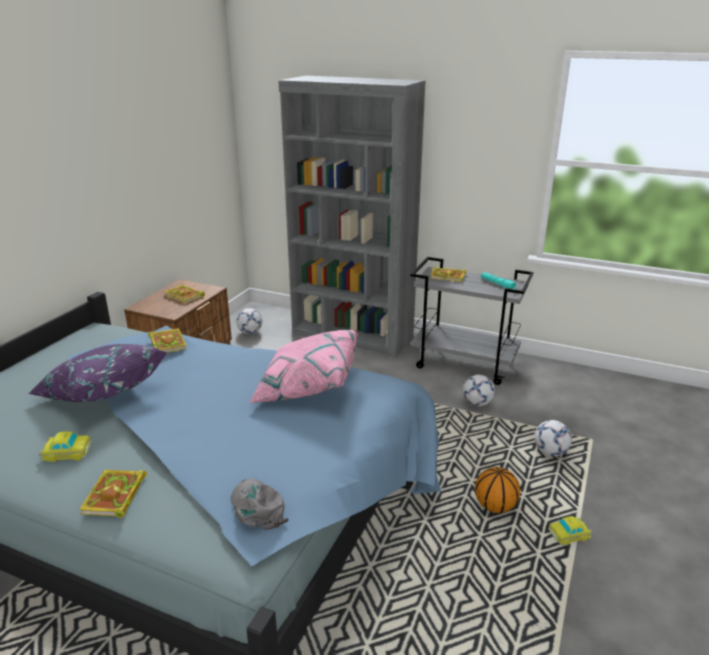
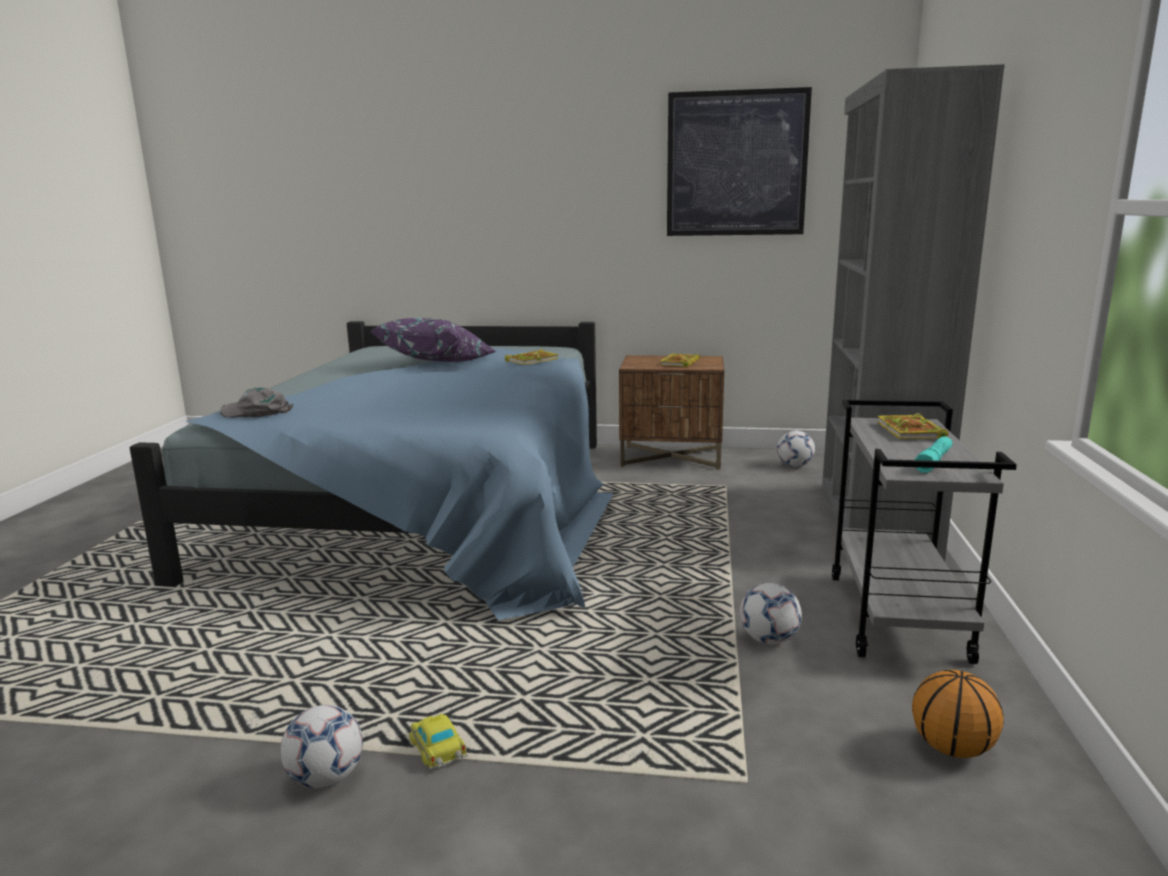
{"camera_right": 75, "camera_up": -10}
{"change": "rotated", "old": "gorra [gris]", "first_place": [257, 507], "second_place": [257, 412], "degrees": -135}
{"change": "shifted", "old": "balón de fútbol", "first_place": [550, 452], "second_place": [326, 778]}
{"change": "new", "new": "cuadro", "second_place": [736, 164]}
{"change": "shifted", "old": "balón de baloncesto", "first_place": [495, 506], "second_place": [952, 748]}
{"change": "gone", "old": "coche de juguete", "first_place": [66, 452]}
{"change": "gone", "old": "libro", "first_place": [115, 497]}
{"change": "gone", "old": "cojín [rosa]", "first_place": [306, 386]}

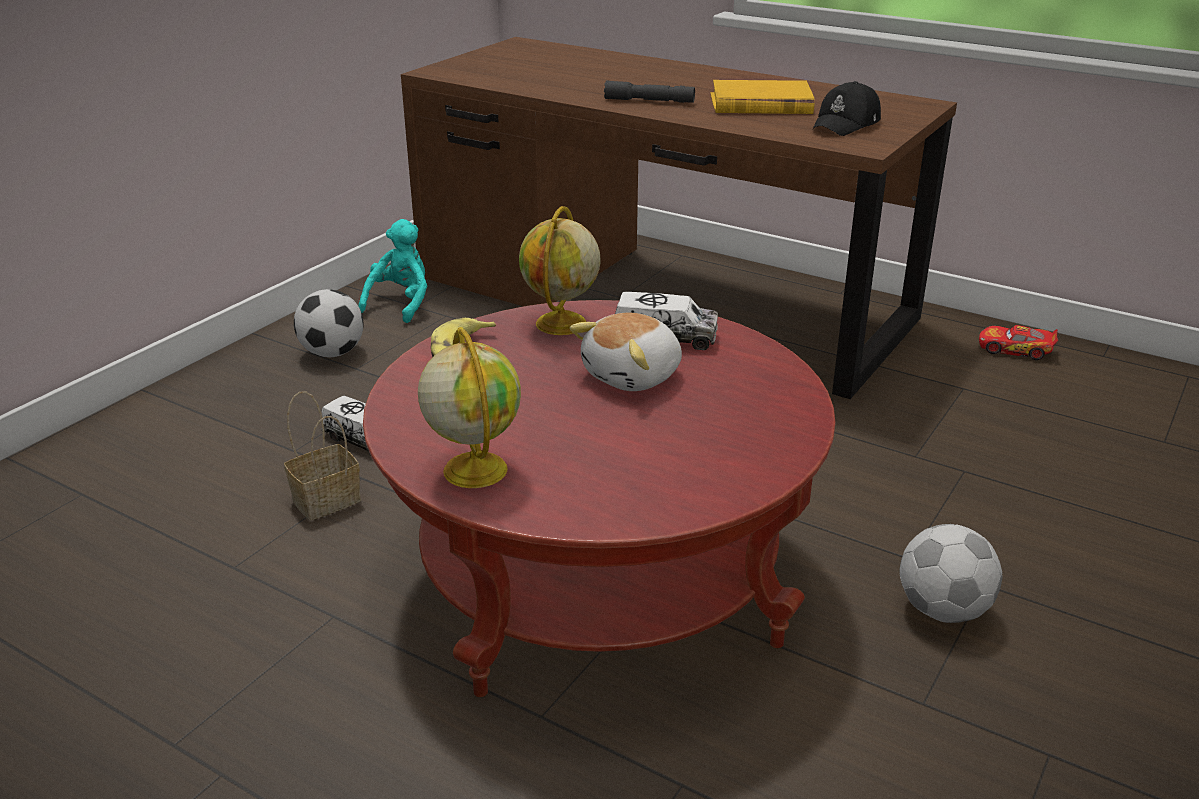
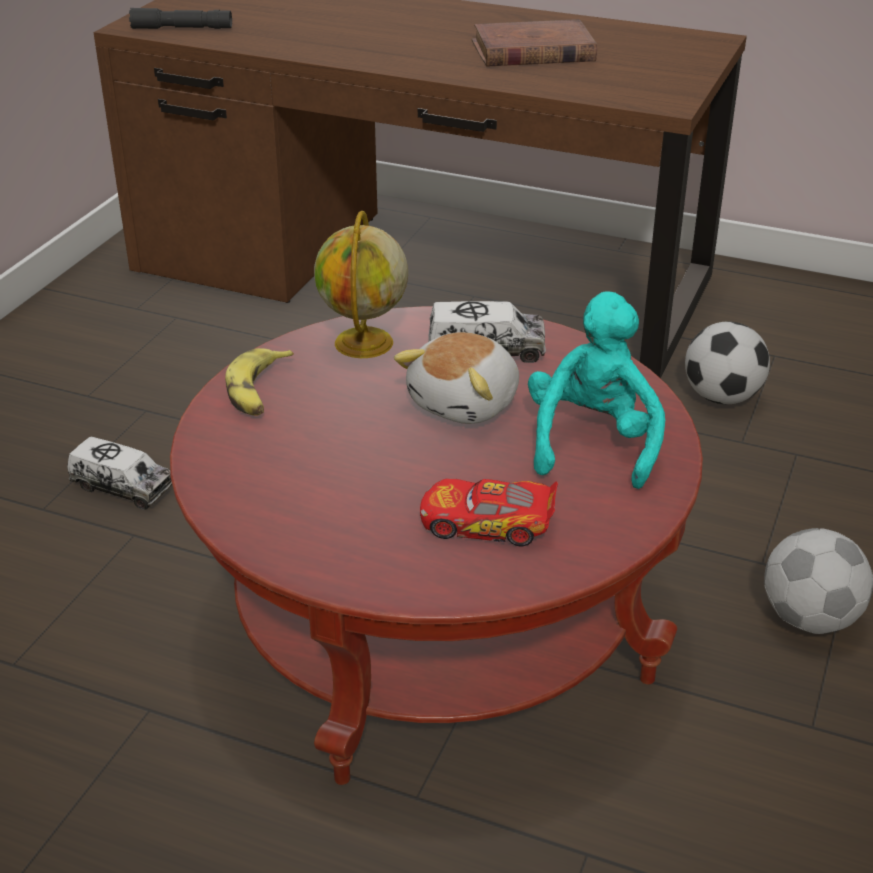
{"camera_right": -10, "camera_up": 5}
{"change": "shifted", "old": "linterna [gris]", "first_place": [649, 101], "second_place": [182, 28]}
{"change": "shifted", "old": "coche de juguete", "first_place": [1015, 349], "second_place": [487, 523]}
{"change": "repainted", "old": "libro [amarillo]", "new": "libro [marrón]", "first_place": [760, 104], "second_place": [532, 51]}
{"change": "shifted", "old": "peluche [turquesa]", "first_place": [401, 303], "second_place": [592, 443]}
{"change": "shifted", "old": "balón de fútbol", "first_place": [332, 353], "second_place": [721, 397]}
{"change": "gone", "old": "cesta", "first_place": [325, 501]}
{"change": "gone", "old": "globo terráqueo", "first_place": [474, 469]}
{"change": "gone", "old": "gorra [negro]", "first_place": [847, 124]}

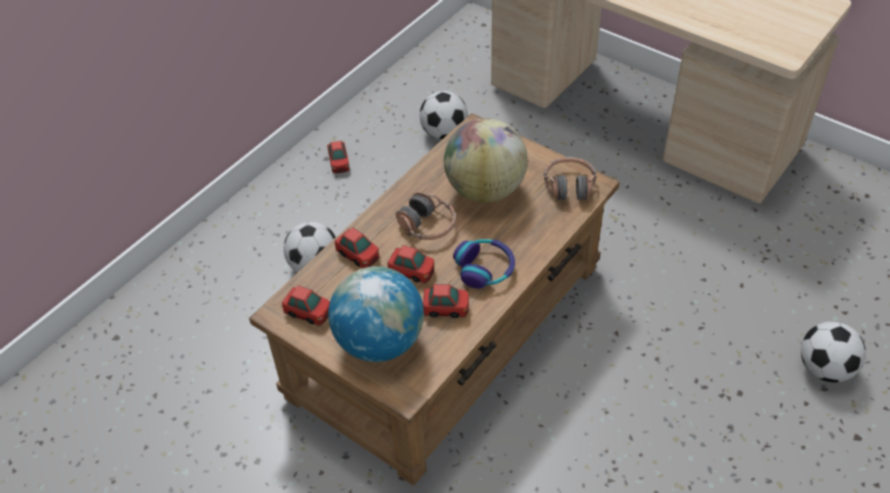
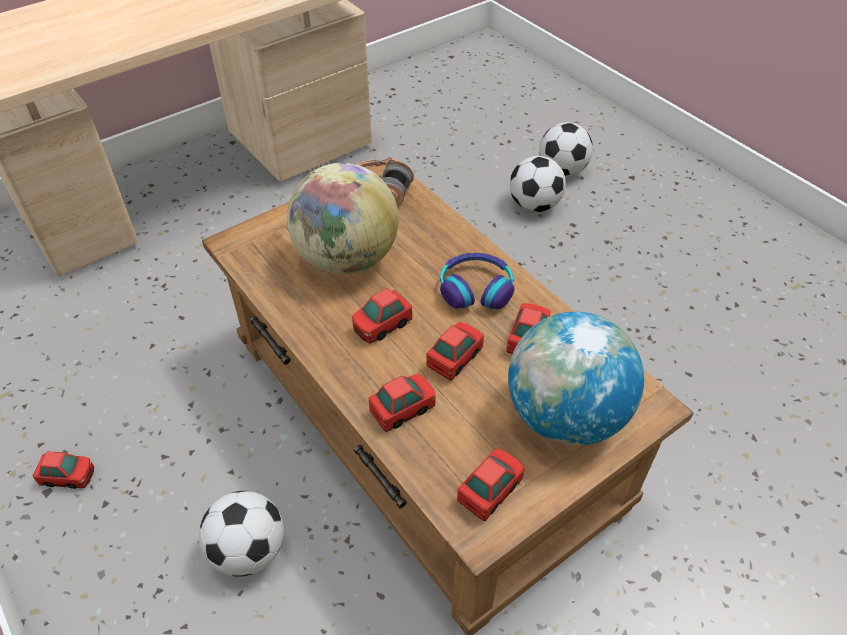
{"camera_right": -75, "camera_up": 0}
{"change": "swapped", "old": "auriculares", "new": "coche de juguete", "first_place": [427, 226], "second_place": [382, 325]}
{"change": "shifted", "old": "balón de fútbol", "first_place": [444, 133], "second_place": [534, 205]}

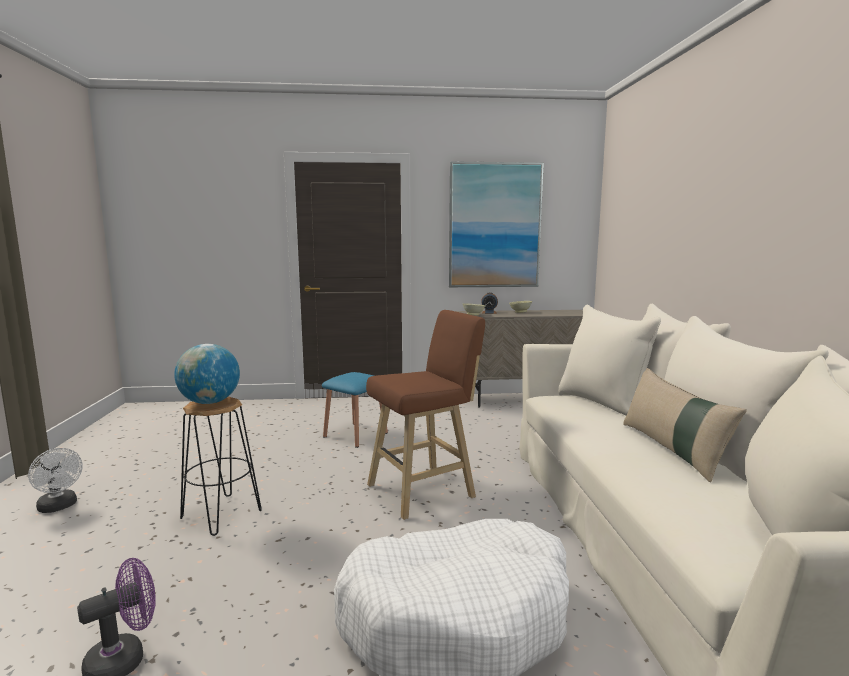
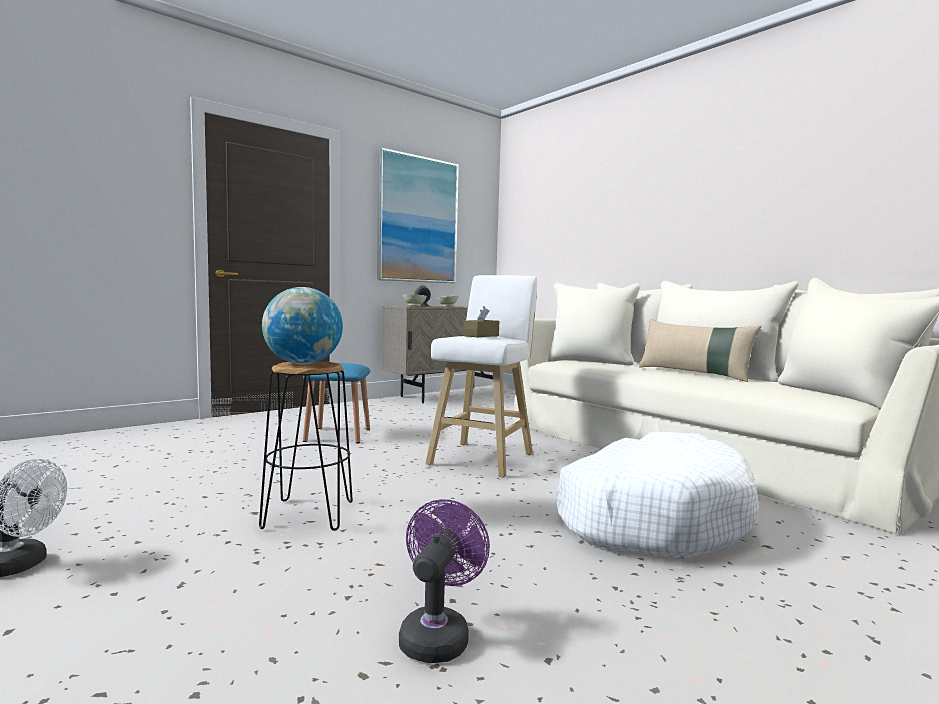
{"camera_right": -35, "camera_up": -5}
{"change": "repainted", "old": "taburete [marrón]", "new": "taburete [blanco]", "first_place": [425, 490], "second_place": [483, 458]}
{"change": "new", "new": "caja de pañuelos [marrón]", "second_place": [481, 336]}

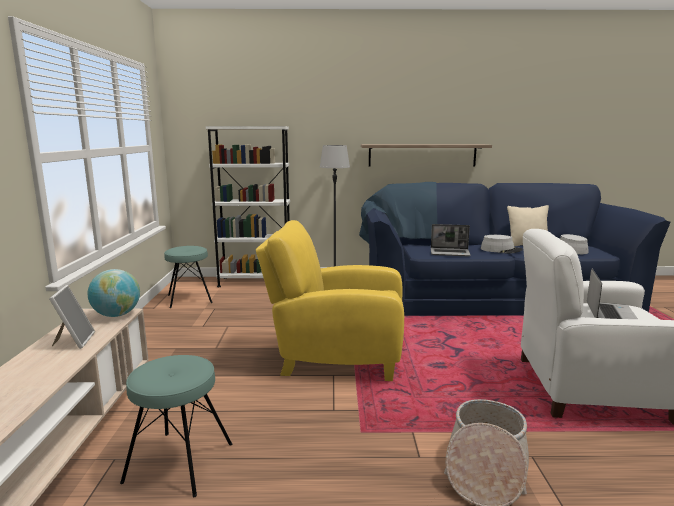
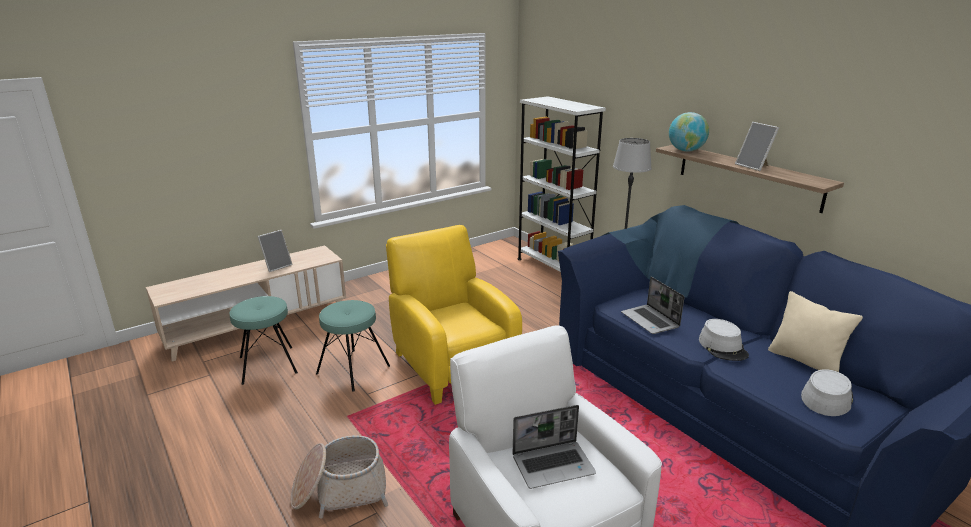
{"camera_right": 55, "camera_up": 10}
{"change": "shifted", "old": "taburete [turquesa]", "first_place": [189, 299], "second_place": [353, 370]}
{"change": "shifted", "old": "globo terráqueo", "first_place": [117, 315], "second_place": [686, 151]}
{"change": "new", "new": "portarretratos", "second_place": [754, 166]}

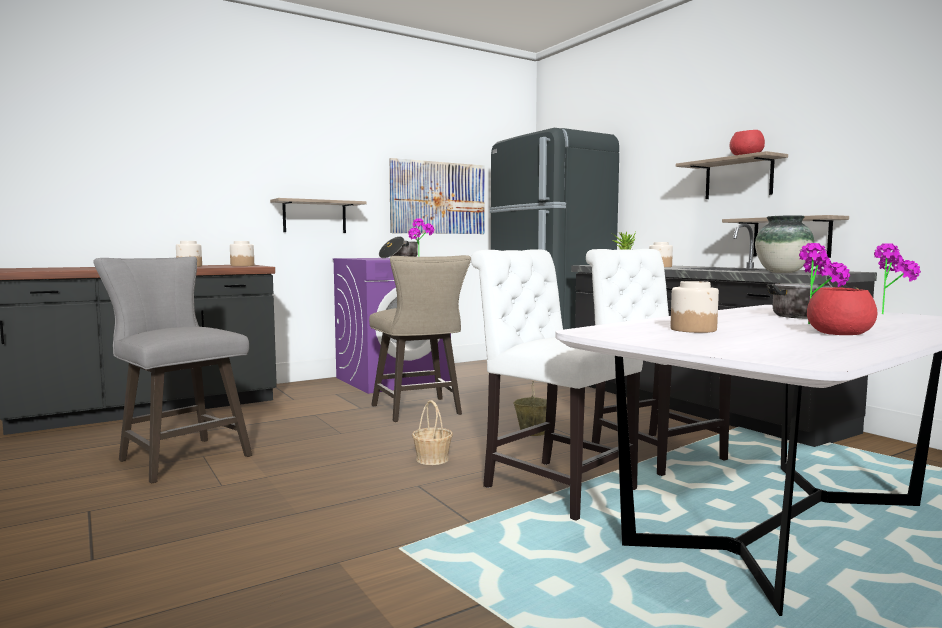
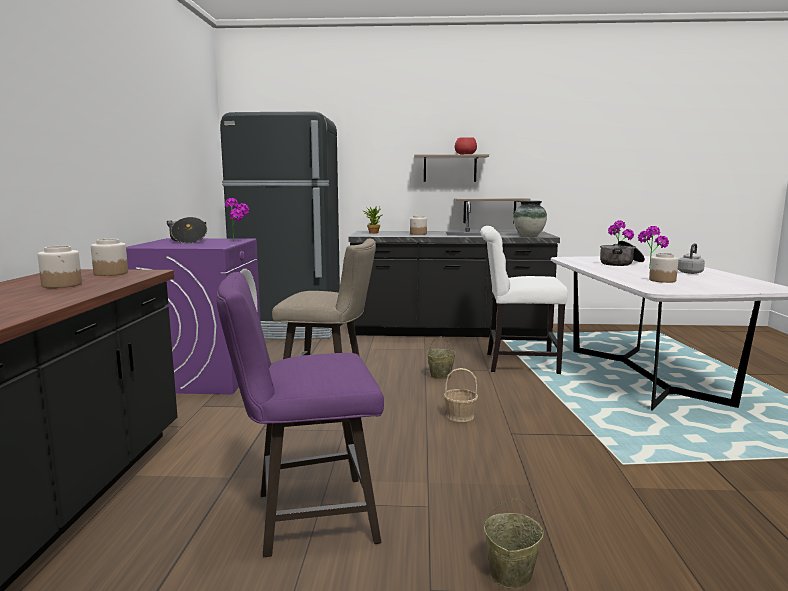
{"camera_right": -55, "camera_up": 5}
{"change": "repainted", "old": "taburete [gris]", "new": "taburete [morado]", "first_place": [179, 457], "second_place": [305, 517]}
{"change": "new", "new": "cubo [beis]", "second_place": [510, 575]}
{"change": "swapped", "old": "cuenco [rojo]", "new": "hervidor [gris]", "first_place": [838, 333], "second_place": [690, 272]}
{"change": "gone", "old": "estante", "first_place": [314, 217]}
{"change": "gone", "old": "cuadro", "first_place": [438, 198]}
{"change": "gone", "old": "silla [blanco]", "first_place": [552, 486]}

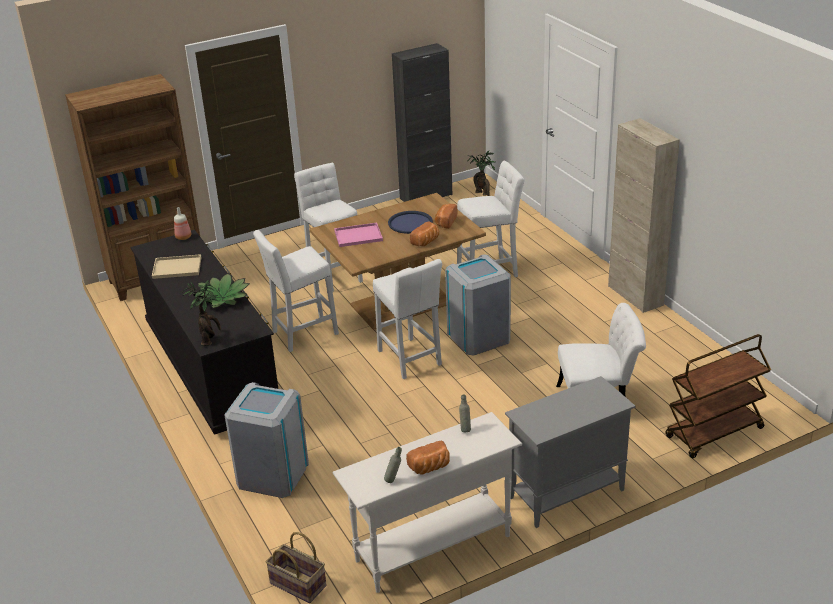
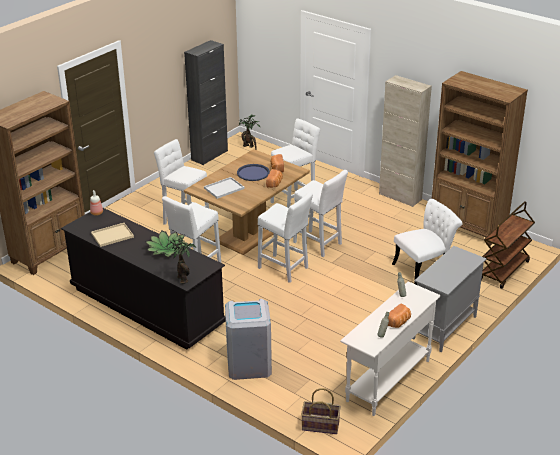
{"camera_right": -25, "camera_up": 0}
{"change": "repainted", "old": "bandeja [rosa]", "new": "bandeja [blanco]", "first_place": [359, 235], "second_place": [224, 188]}
{"change": "swapped", "old": "papelera [gris]", "new": "taburete [blanco]", "first_place": [478, 337], "second_place": [319, 244]}
{"change": "new", "new": "estantería [marrón]", "second_place": [468, 227]}

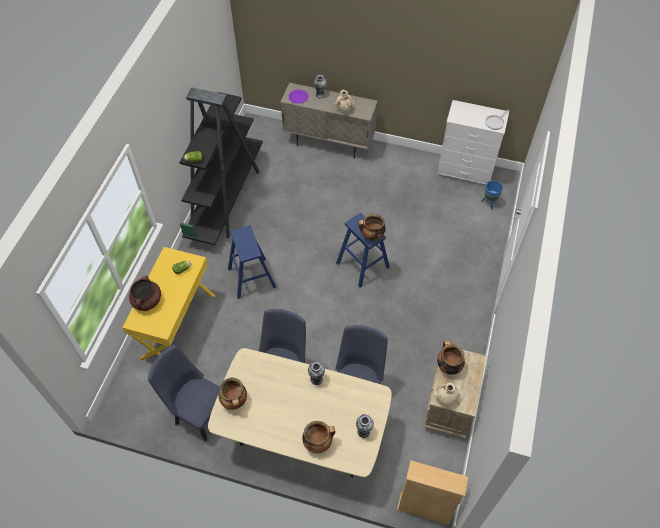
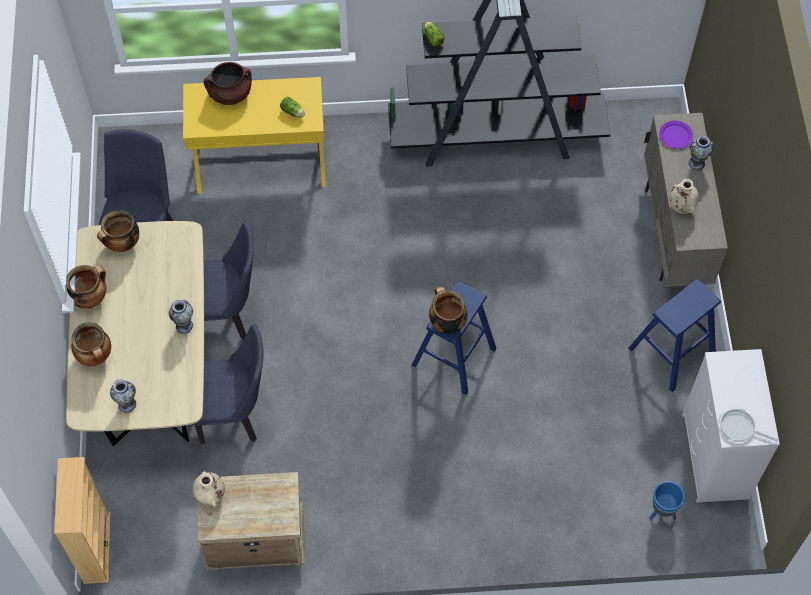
{"camera_right": 70, "camera_up": 5}
{"change": "shifted", "old": "olla", "first_place": [448, 366], "second_place": [90, 298]}
{"change": "shifted", "old": "taburete [azul]", "first_place": [252, 278], "second_place": [671, 353]}

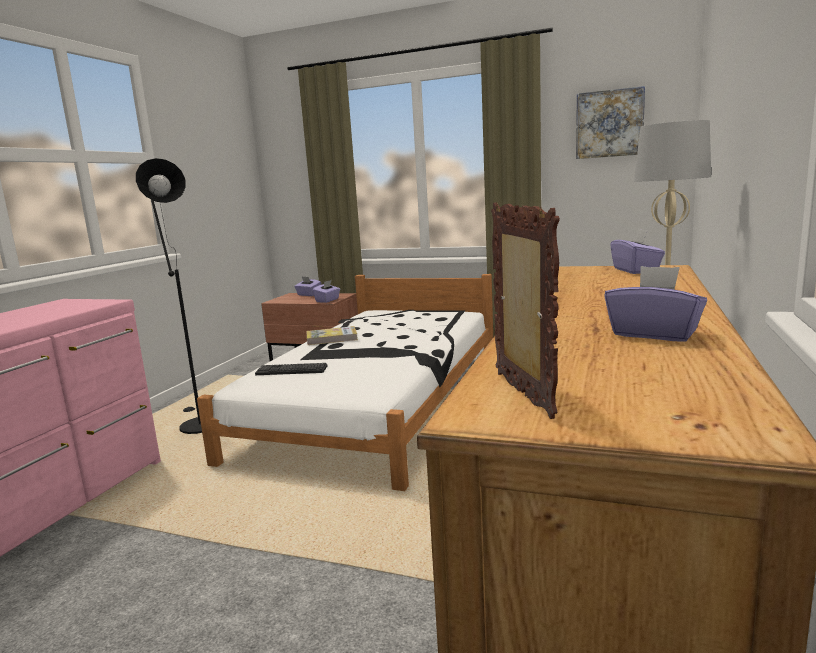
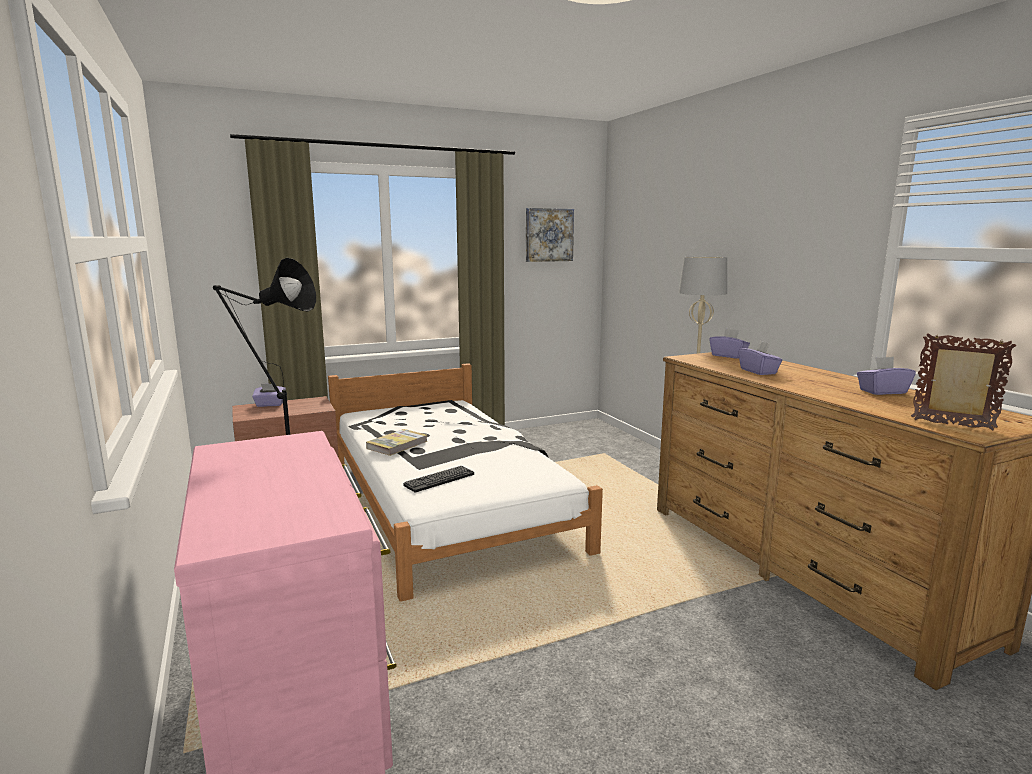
{"camera_right": -45, "camera_up": 0}
{"change": "shifted", "old": "caja de pañuelos [morado]", "first_place": [327, 300], "second_place": [758, 371]}

